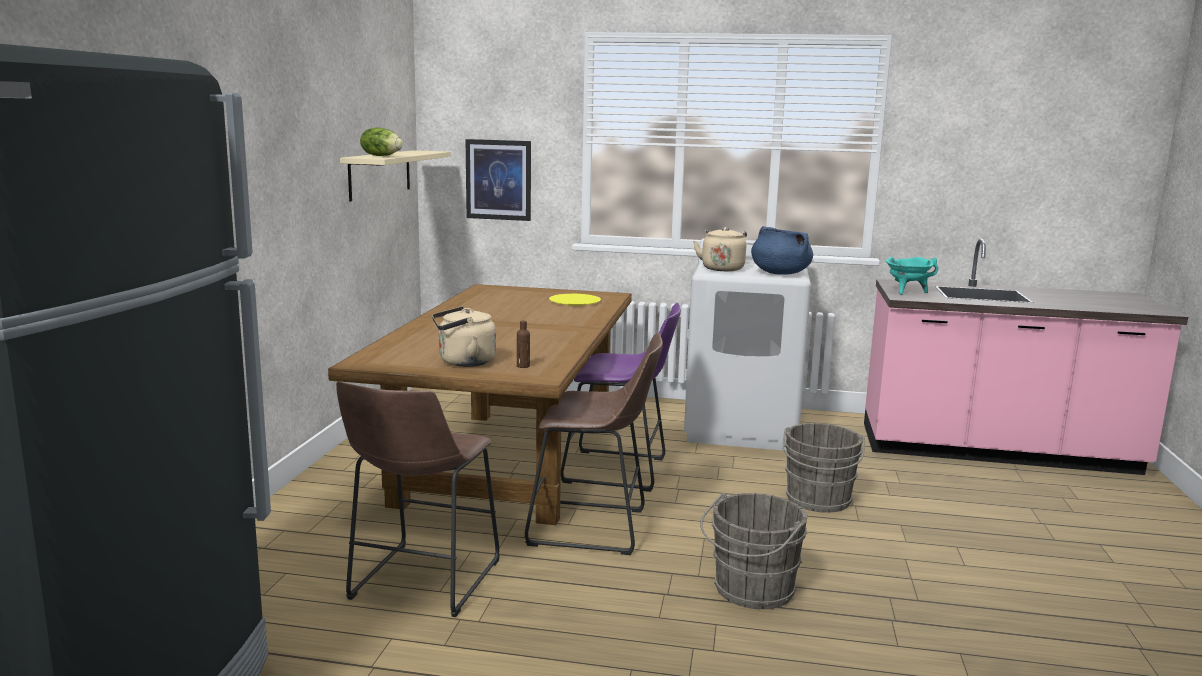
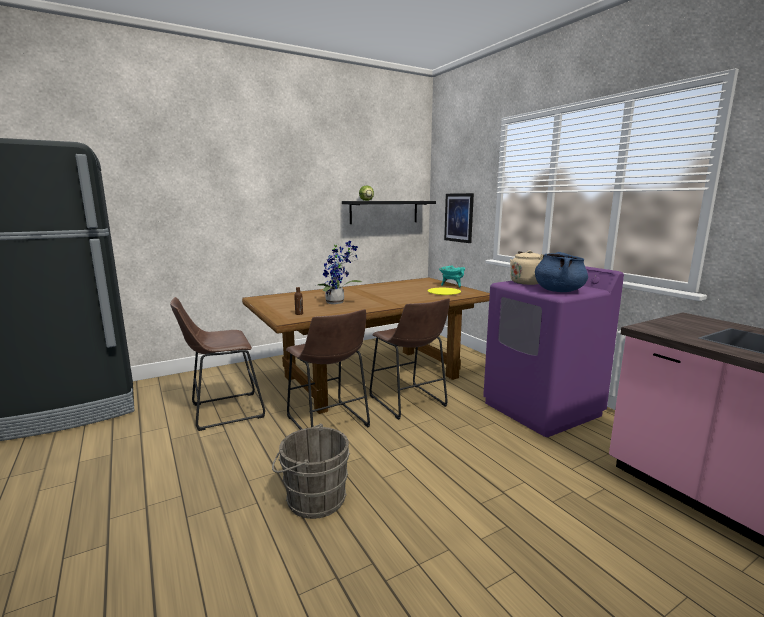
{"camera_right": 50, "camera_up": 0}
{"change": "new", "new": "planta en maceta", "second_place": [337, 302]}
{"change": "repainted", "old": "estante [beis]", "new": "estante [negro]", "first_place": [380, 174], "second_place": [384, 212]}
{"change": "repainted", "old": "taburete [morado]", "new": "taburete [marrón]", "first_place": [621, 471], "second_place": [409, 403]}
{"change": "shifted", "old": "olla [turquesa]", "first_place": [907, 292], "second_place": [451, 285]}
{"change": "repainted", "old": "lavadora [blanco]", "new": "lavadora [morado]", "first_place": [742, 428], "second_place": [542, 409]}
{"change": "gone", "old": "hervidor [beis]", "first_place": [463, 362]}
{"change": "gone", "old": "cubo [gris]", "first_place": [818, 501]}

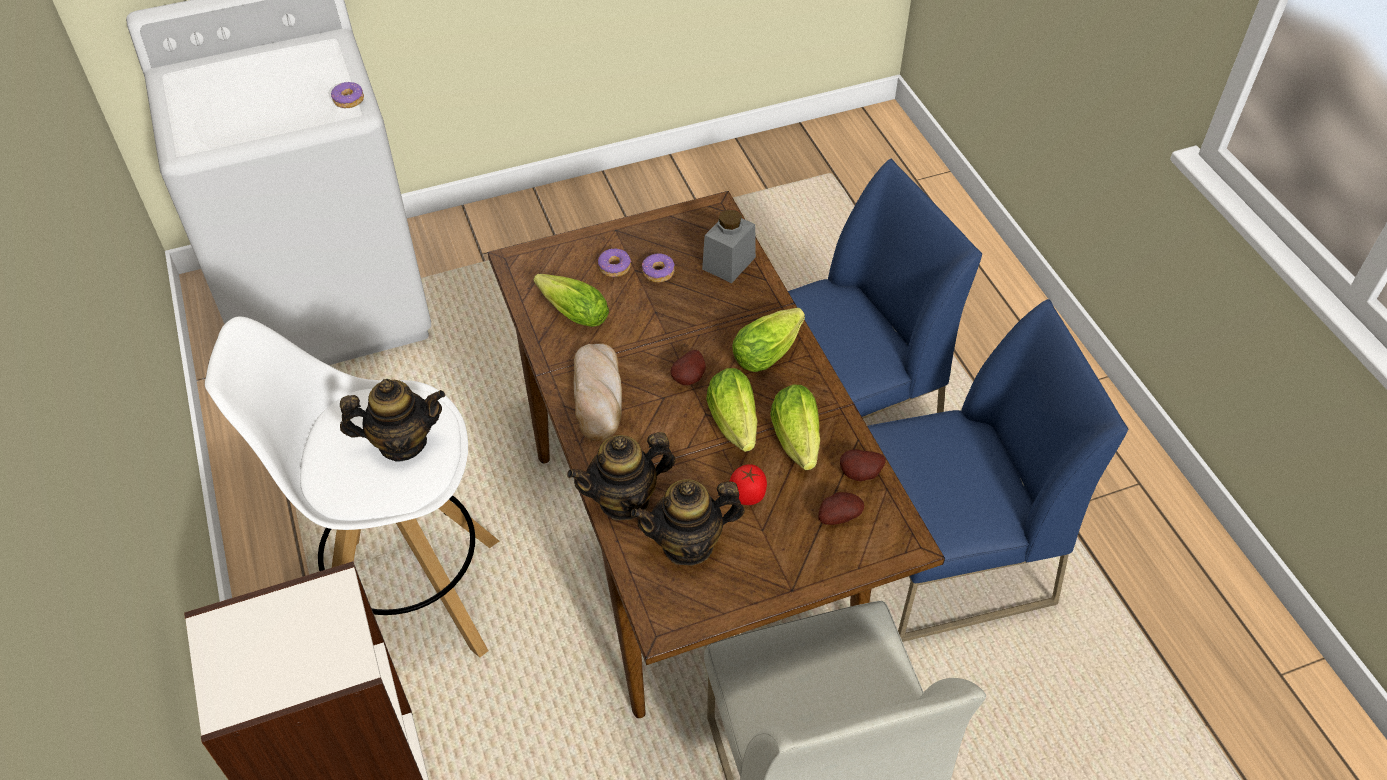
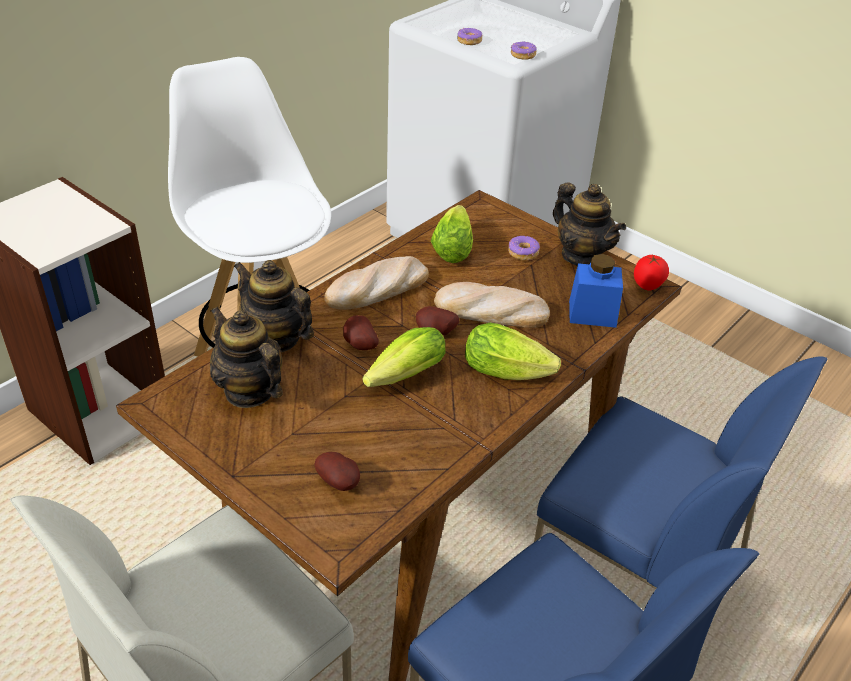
{"camera_right": 60, "camera_up": -10}
{"change": "shifted", "old": "patata", "first_place": [861, 475], "second_place": [359, 345]}
{"change": "new", "new": "pan", "second_place": [490, 311]}
{"change": "shifted", "old": "rosquilla", "first_place": [658, 272], "second_place": [469, 41]}
{"change": "shifted", "old": "tetera", "first_place": [402, 443], "second_place": [582, 256]}
{"change": "repainted", "old": "tarro [gris]", "new": "tarro [azul]", "first_place": [729, 263], "second_place": [592, 313]}
{"change": "shifted", "old": "tomate", "first_place": [748, 495], "second_place": [648, 285]}
{"change": "gone", "old": "lechuga", "first_place": [797, 443]}

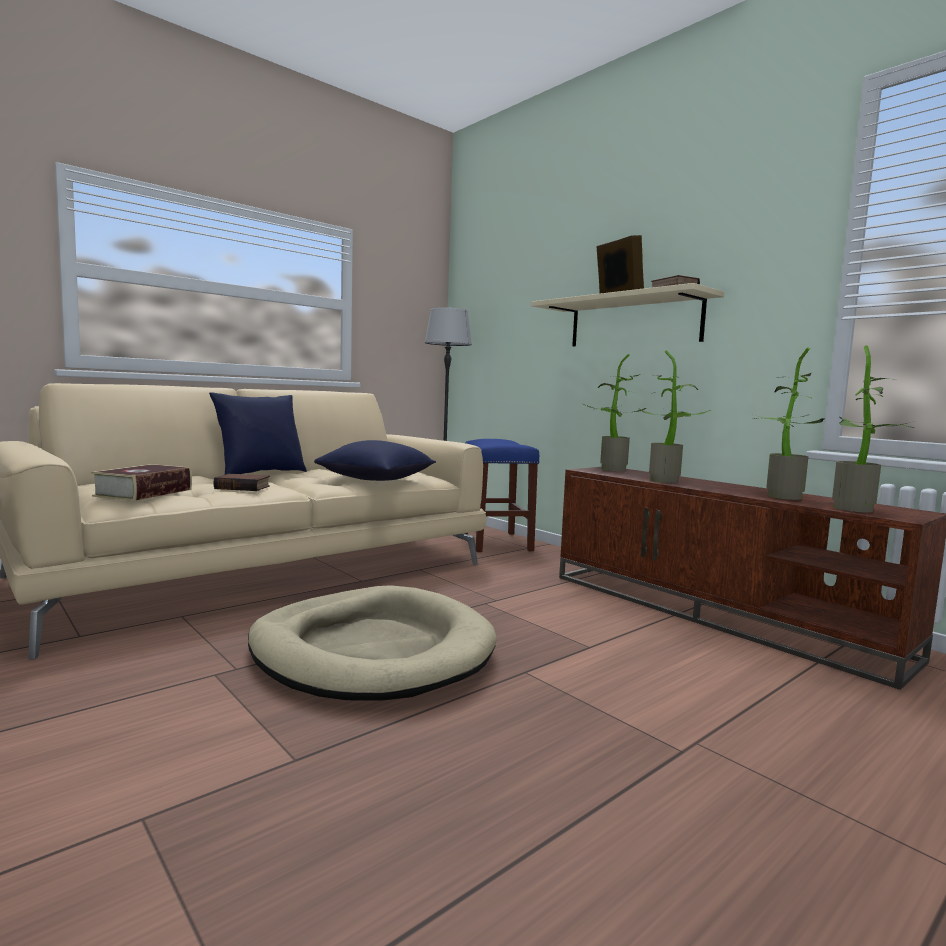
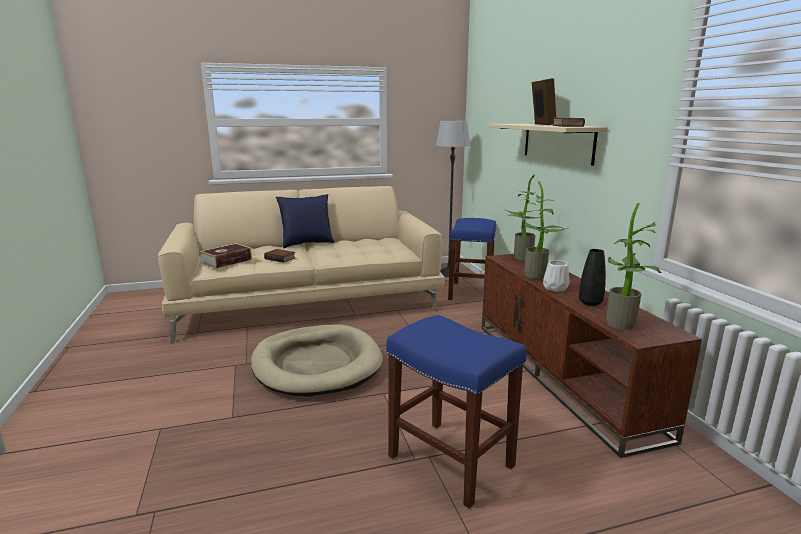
{"camera_right": 25, "camera_up": 10}
{"change": "new", "new": "taburete [azul]", "second_place": [449, 460]}
{"change": "new", "new": "florero [blanco]", "second_place": [555, 288]}
{"change": "swapped", "old": "planta en maceta", "new": "florero [negro]", "first_place": [778, 496], "second_place": [590, 303]}
{"change": "gone", "old": "cojín [azul]", "first_place": [377, 480]}

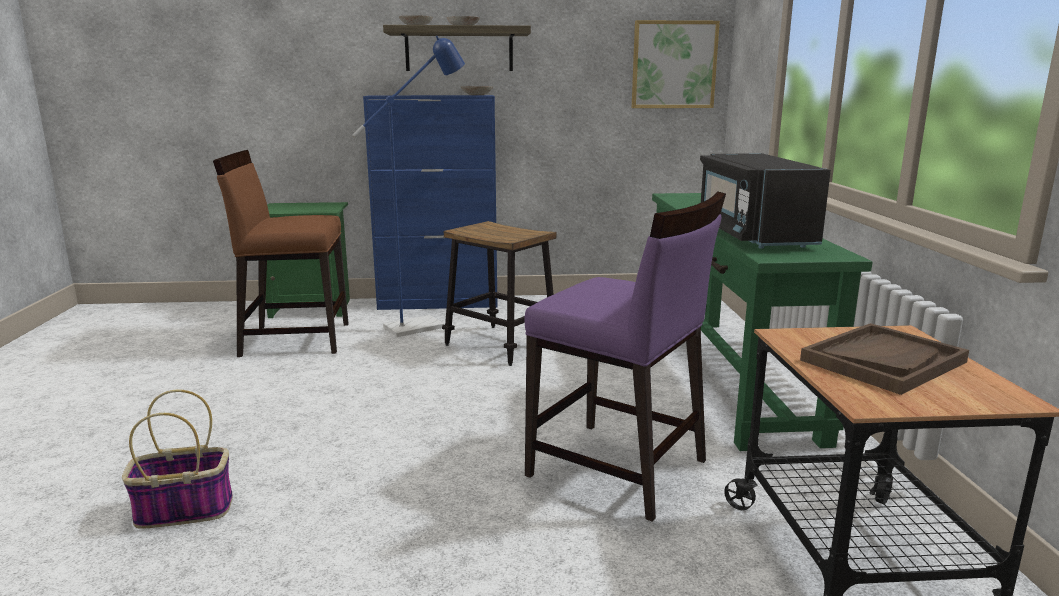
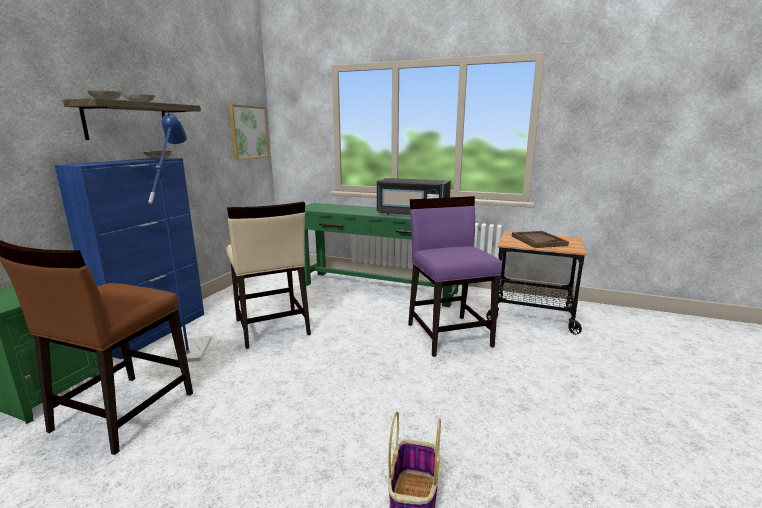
{"camera_right": -65, "camera_up": 0}
{"change": "swapped", "old": "taburete", "new": "silla [beis]", "first_place": [501, 345], "second_place": [271, 327]}
{"change": "rotated", "old": "silla [morado]", "first_place": [618, 469], "second_place": [449, 334], "degrees": -75}

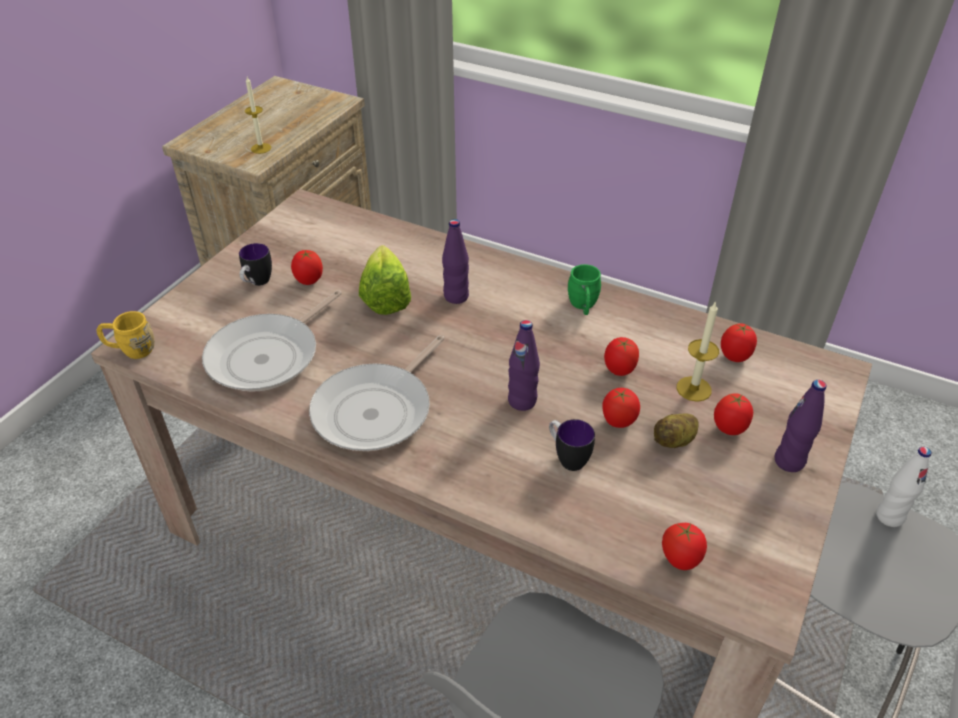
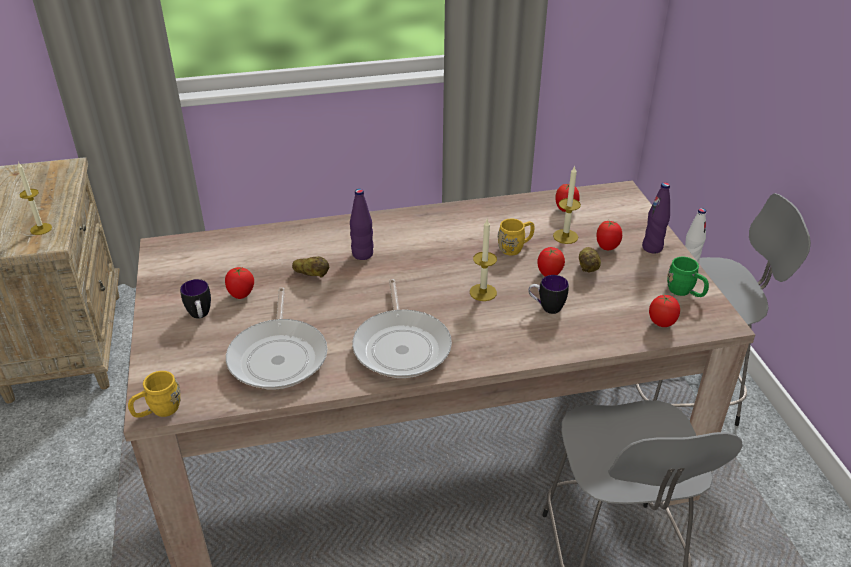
{"camera_right": -40, "camera_up": -5}
{"change": "swapped", "old": "lechuga", "new": "patata", "first_place": [387, 293], "second_place": [312, 275]}
{"change": "swapped", "old": "botella [morado]", "new": "vela", "first_place": [522, 401], "second_place": [483, 292]}
{"change": "swapped", "old": "tomate", "new": "taza grande [amarillo]", "first_place": [619, 371], "second_place": [515, 247]}
{"change": "shifted", "old": "taza grande [verde]", "first_place": [583, 306], "second_place": [685, 292]}

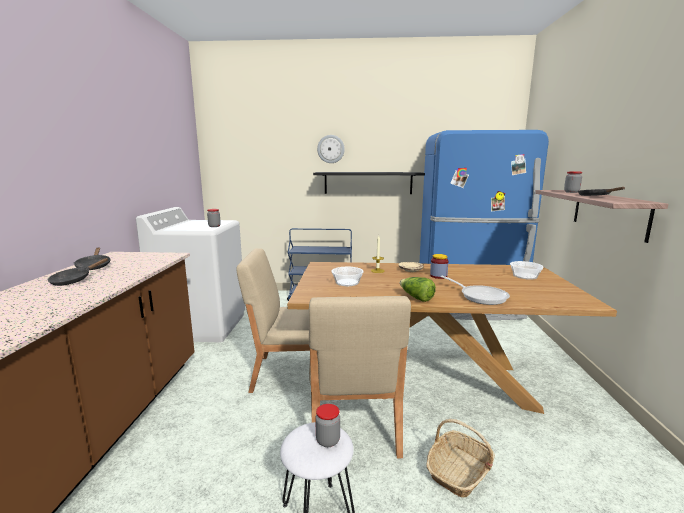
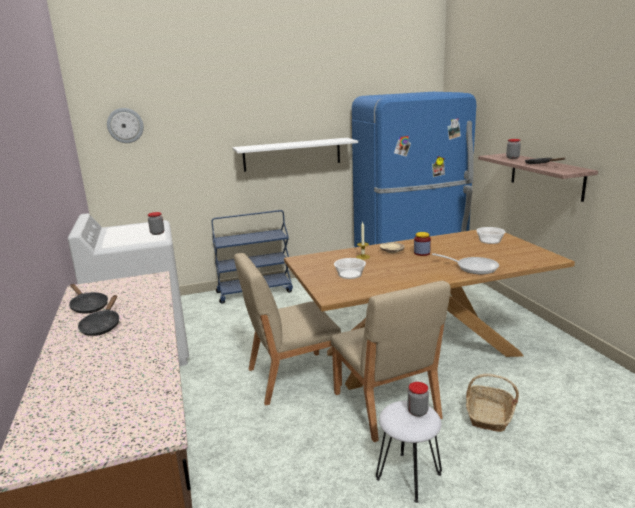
{"camera_right": -20, "camera_up": 5}
{"change": "shifted", "old": "reloj de pared", "first_place": [331, 149], "second_place": [125, 125]}
{"change": "repainted", "old": "estante [negro]", "new": "estante [blanco]", "first_place": [368, 183], "second_place": [292, 154]}
{"change": "gone", "old": "lechuga", "first_place": [416, 298]}

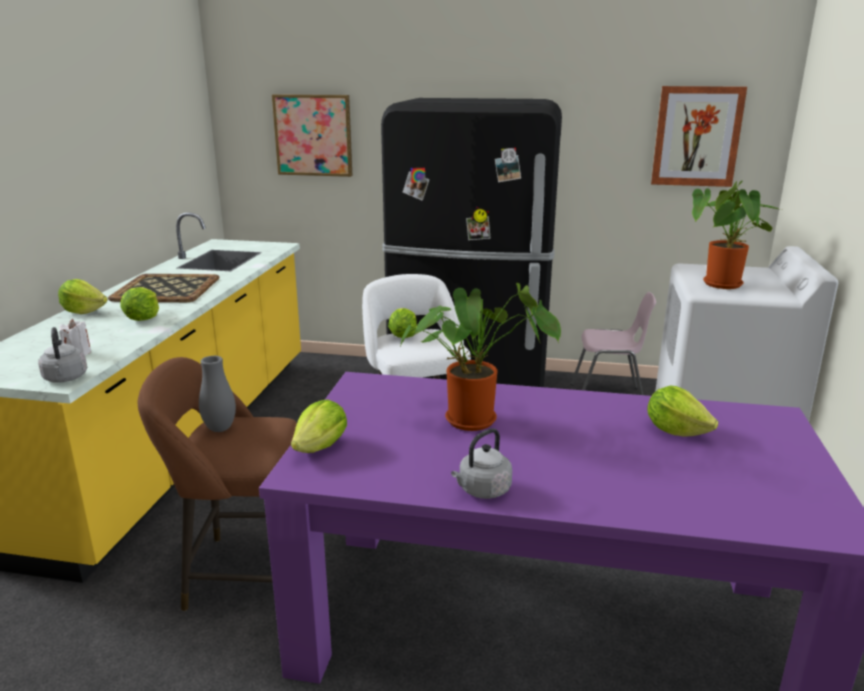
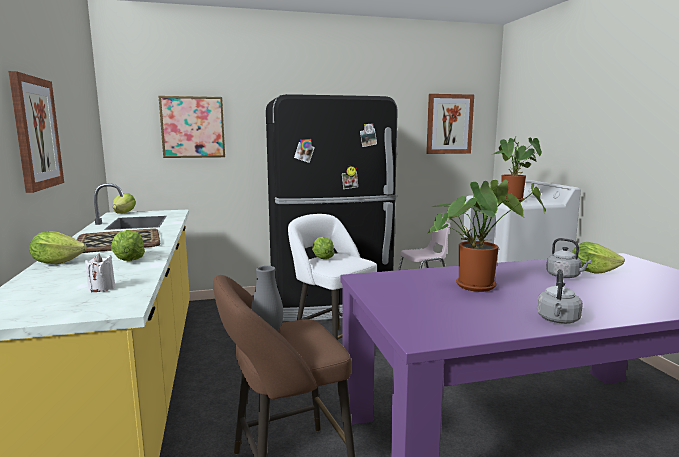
{"camera_right": -25, "camera_up": -10}
{"change": "new", "new": "cuadro", "second_place": [36, 133]}
{"change": "shifted", "old": "lechuga", "first_place": [321, 447], "second_place": [124, 213]}
{"change": "shifted", "old": "hervidor [gris]", "first_place": [65, 379], "second_place": [564, 276]}

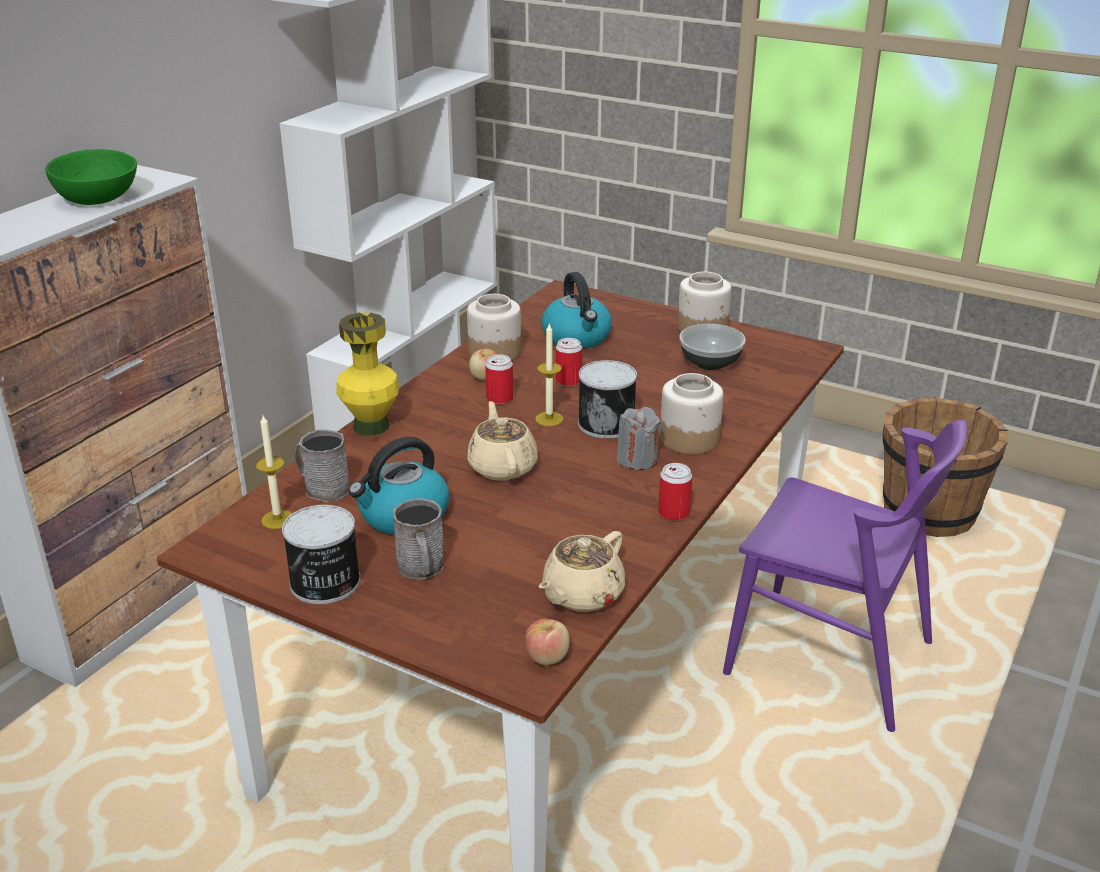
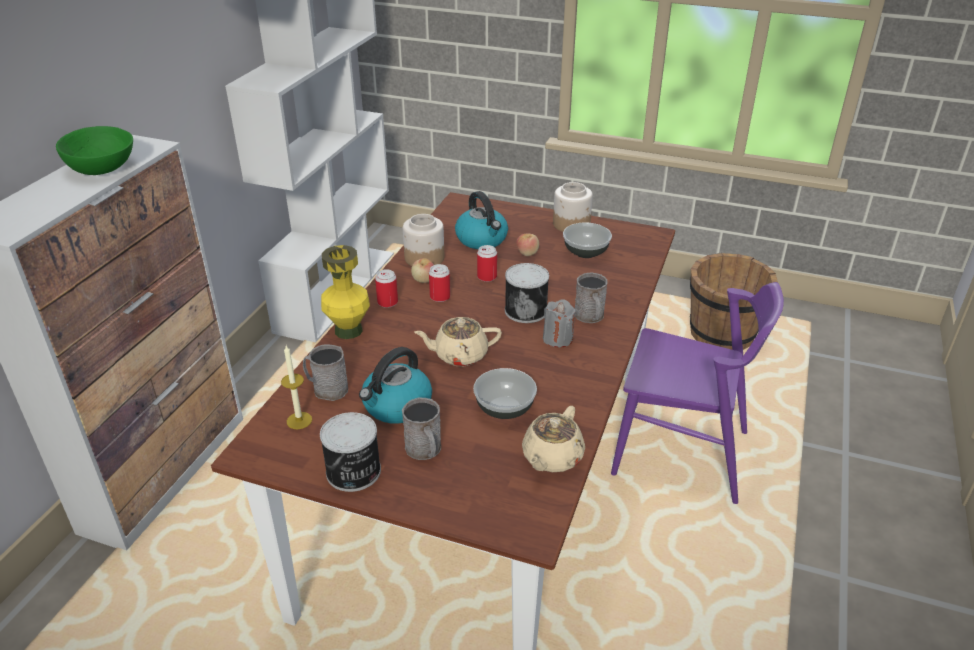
{"camera_right": -10, "camera_up": 5}
{"change": "shifted", "old": "lata", "first_place": [673, 513], "second_place": [387, 302]}
{"change": "rotated", "old": "tetera [beis]", "first_place": [502, 466], "second_place": [459, 355], "degrees": -75}
{"change": "new", "new": "cuenco", "second_place": [505, 409]}
{"change": "shifted", "old": "manzana", "first_place": [547, 657], "second_place": [527, 253]}
{"change": "swapped", "old": "tarro", "new": "taza grande [gris]", "first_place": [690, 439], "second_place": [590, 317]}
{"change": "gone", "old": "vela", "first_place": [549, 419]}

